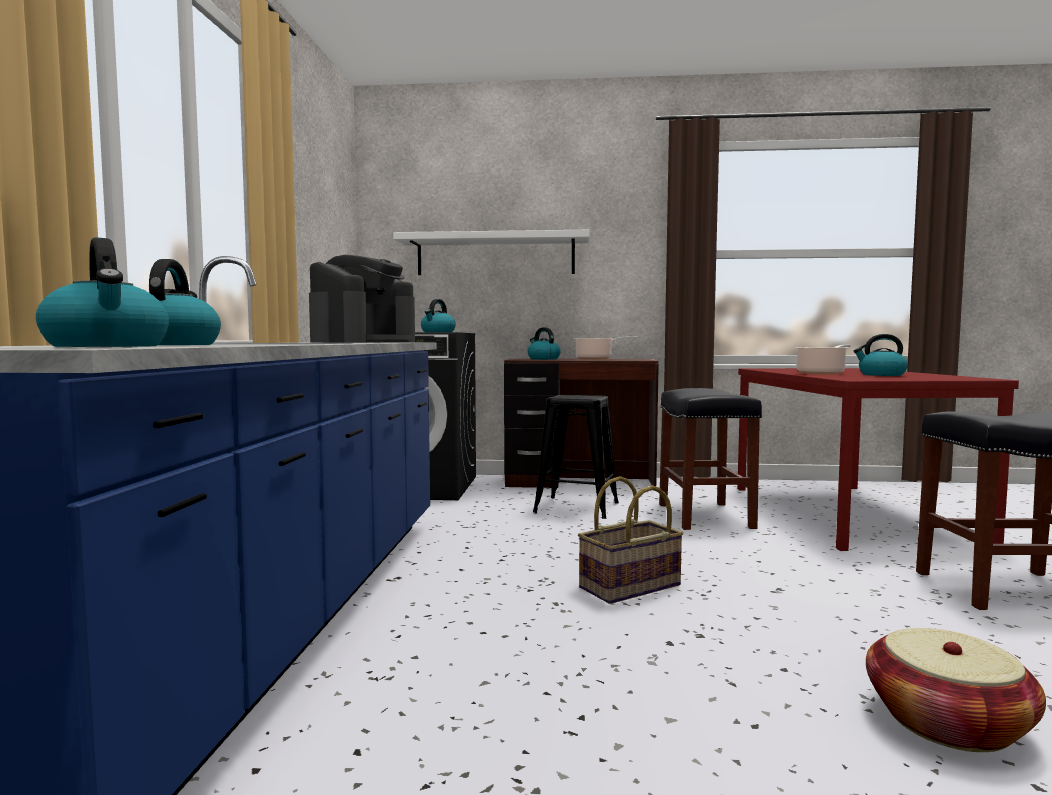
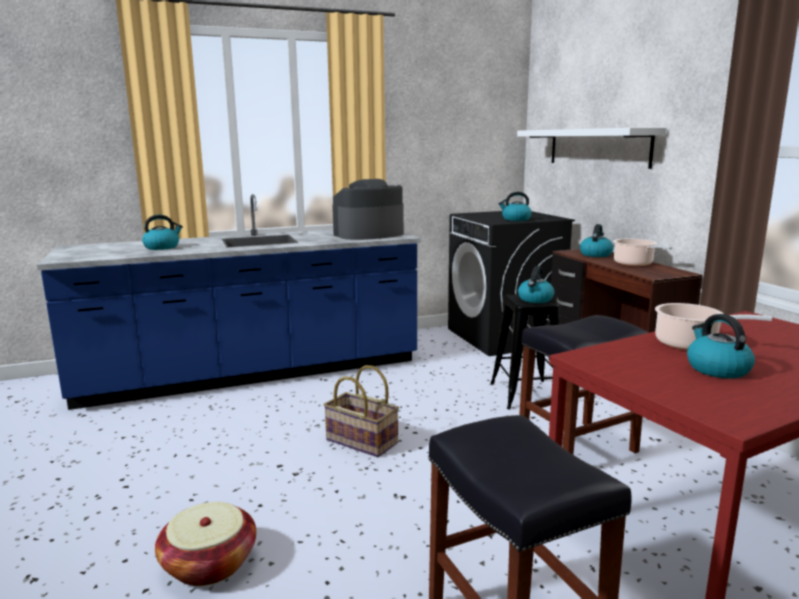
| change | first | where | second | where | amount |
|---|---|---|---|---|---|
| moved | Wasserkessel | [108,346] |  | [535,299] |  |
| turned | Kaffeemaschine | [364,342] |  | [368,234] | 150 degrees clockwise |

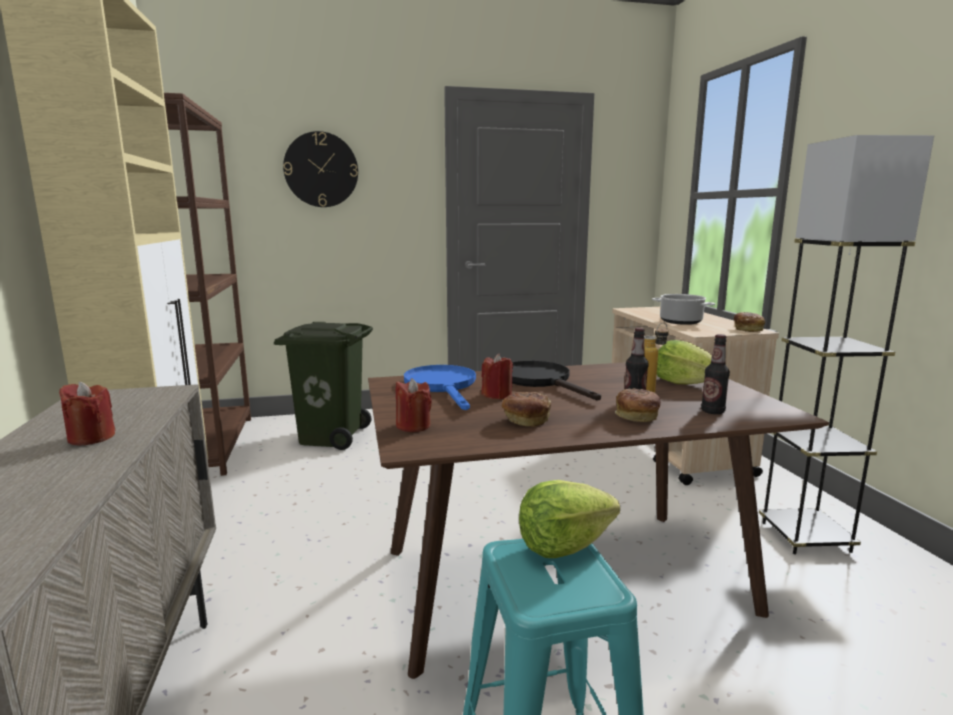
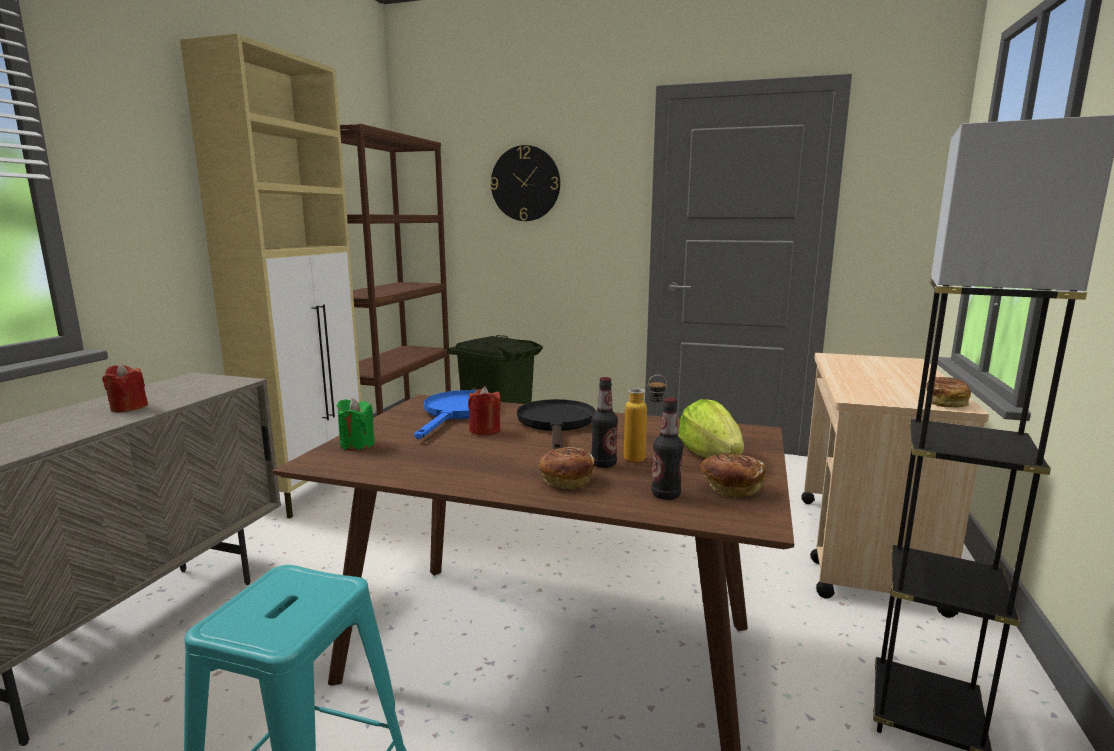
| change | first | where | second | where | amount |
|---|---|---|---|---|---|
| removed | Kochtopf | [681,322] |  |  |  |
| recoloured | Kerze [rot] | [413,426] | Kerze [grün] | [357,444] |  |
| moved | Brot | [526,420] |  | [731,488] |  |
| removed | Salatkopf | [564,545] |  |  |  |

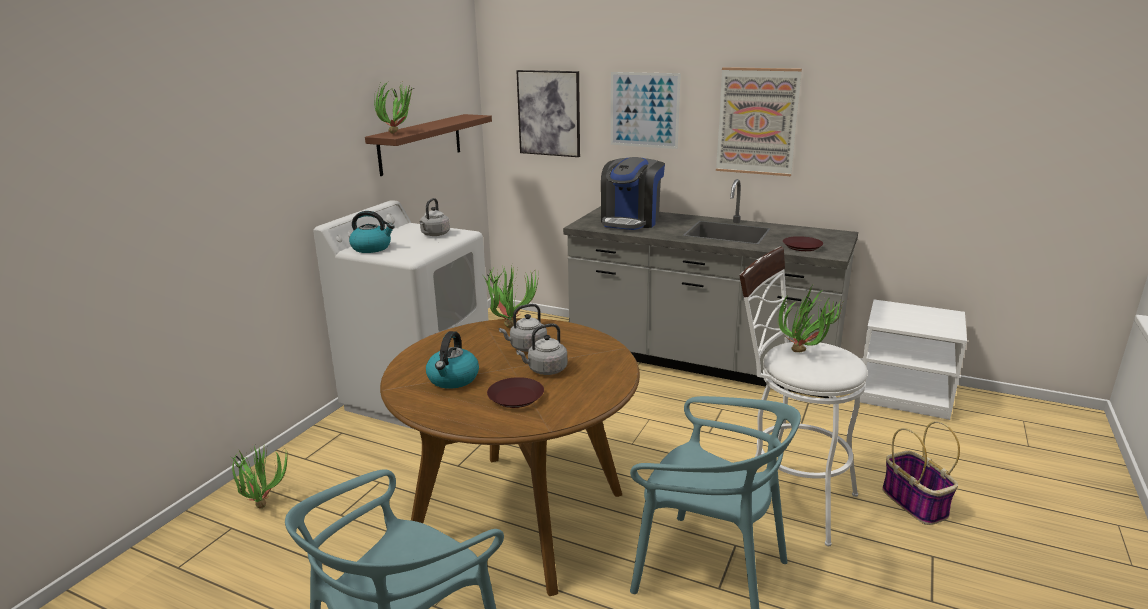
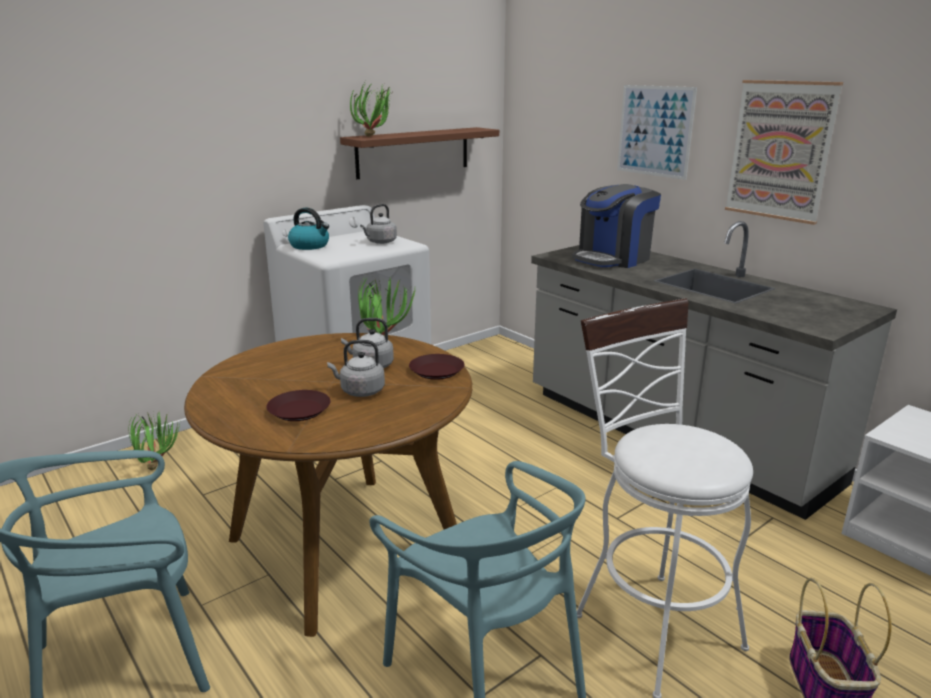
| change | first | where | second | where | amount |
|---|---|---|---|---|---|
| removed | Bild | [549,113] |  |  |  |
| moved | Teller [braun] | [802,247] |  | [436,371] |  |
| removed | Topfpflanze | [805,355] |  |  |  |
| removed | Wasserkessel | [453,379] |  |  |  |

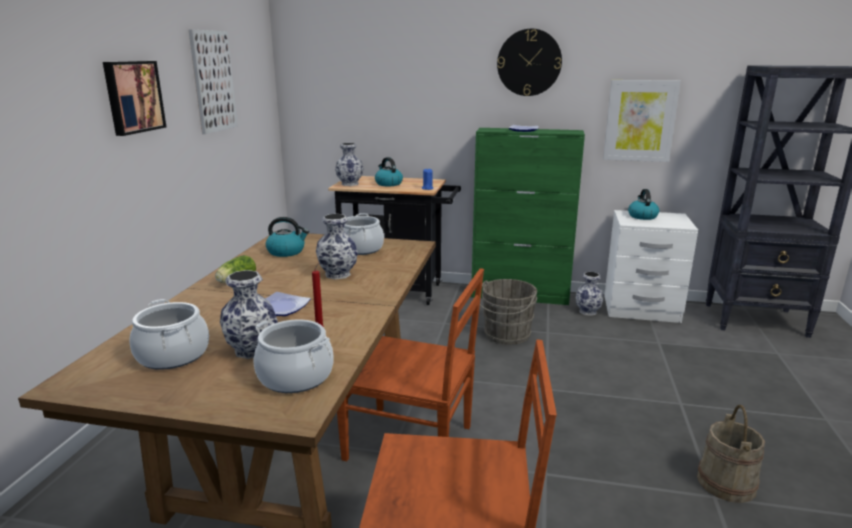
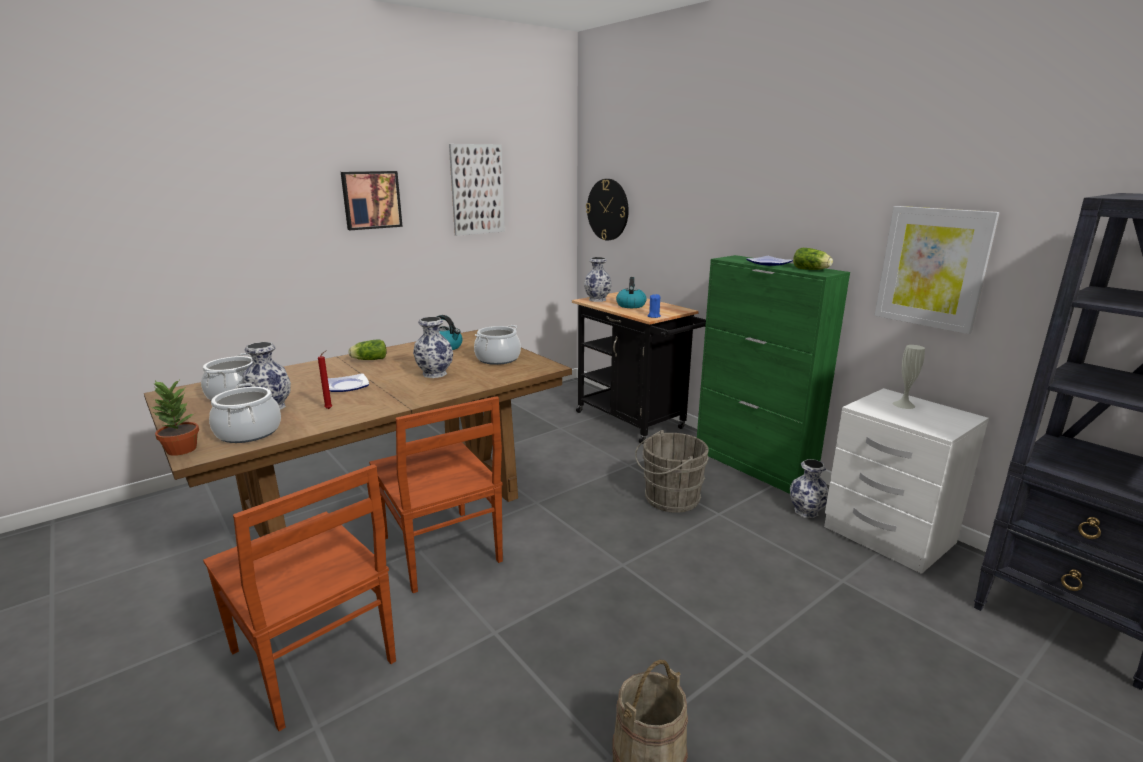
| change | first | where | second | where | amount |
|---|---|---|---|---|---|
| moved | Wanduhr | [529,62] |  | [608,209] |  |
| replaced | Wasserkessel | [642,216] | Vase [weiß] | [903,405] |  |
| added |  |  | Salatkopf | [812,270] |  |
| added |  |  | Topfpflanze | [180,449] |  |

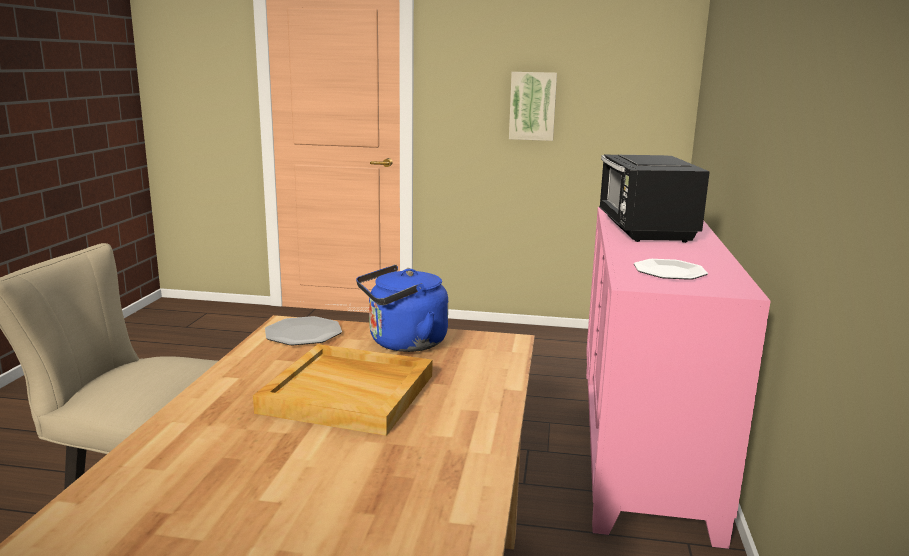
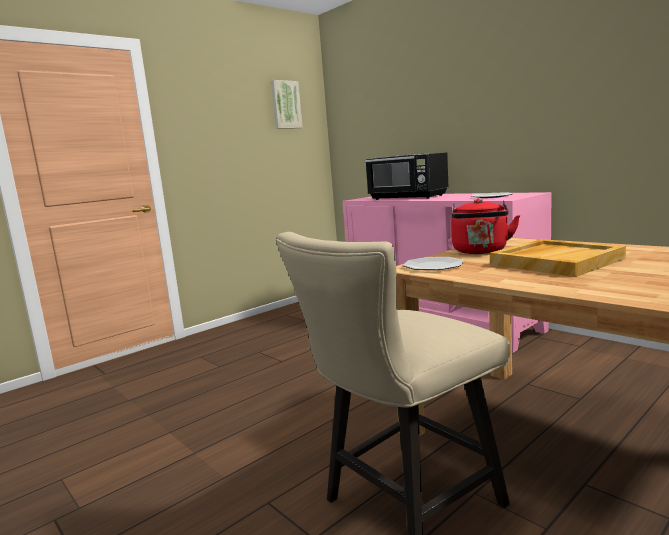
| change | first | where | second | where | amount |
|---|---|---|---|---|---|
| moved | Bild | [532,106] |  | [285,105] |  |
| recoloured | Wasserkessel [blau] | [403,343] | Wasserkessel [rot] | [480,252] |  |

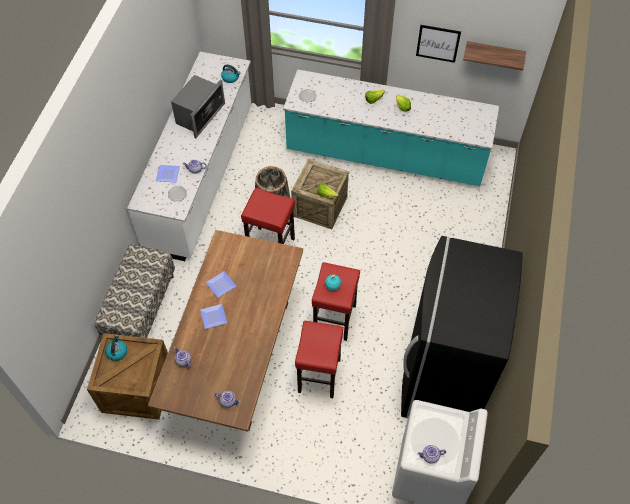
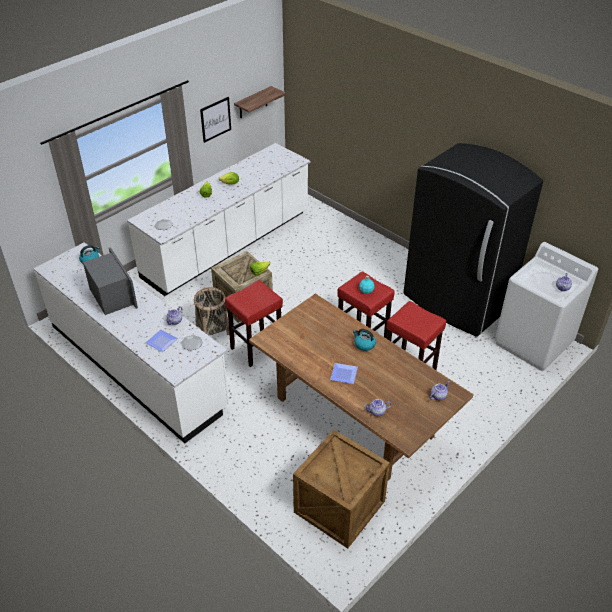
| change | first | where | second | where | amount |
|---|---|---|---|---|---|
| recoloured | Küchenzeile [türkis] | [385,155] | Küchenzeile [weiß] | [228,245] |  |
| removed | Bank | [141,308] |  |  |  |
| removed | Teller | [220,285] |  |  |  |
| moved | Wasserkessel | [117,352] |  | [364,344] |  |

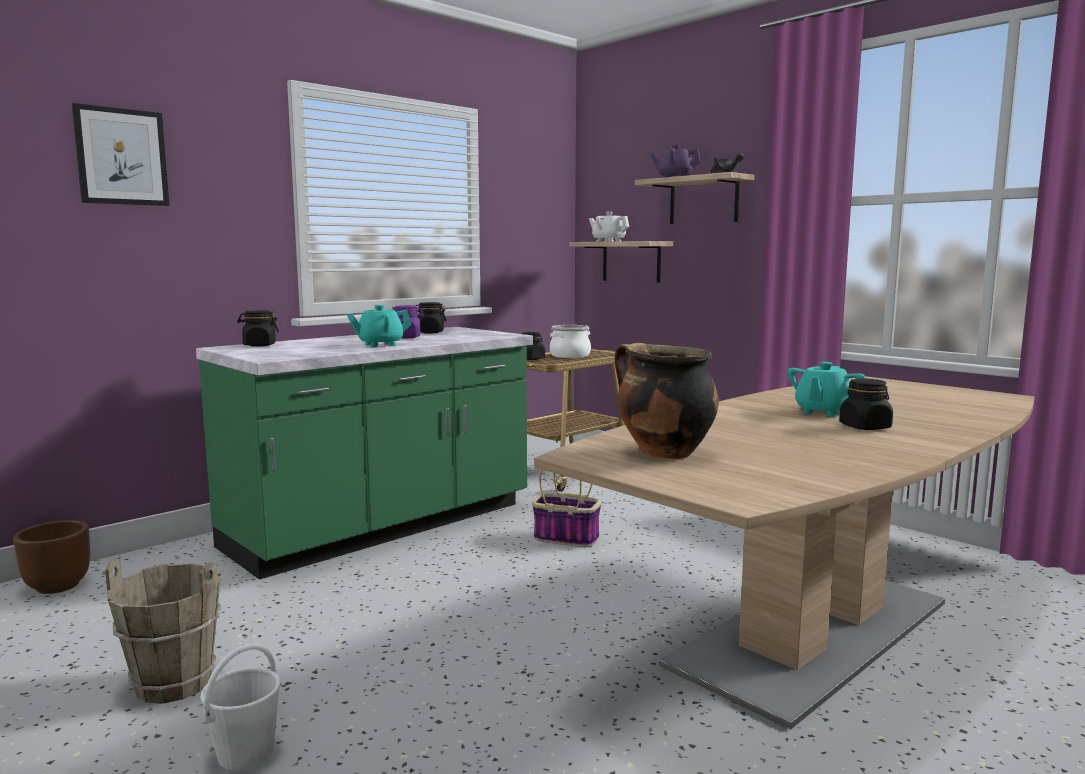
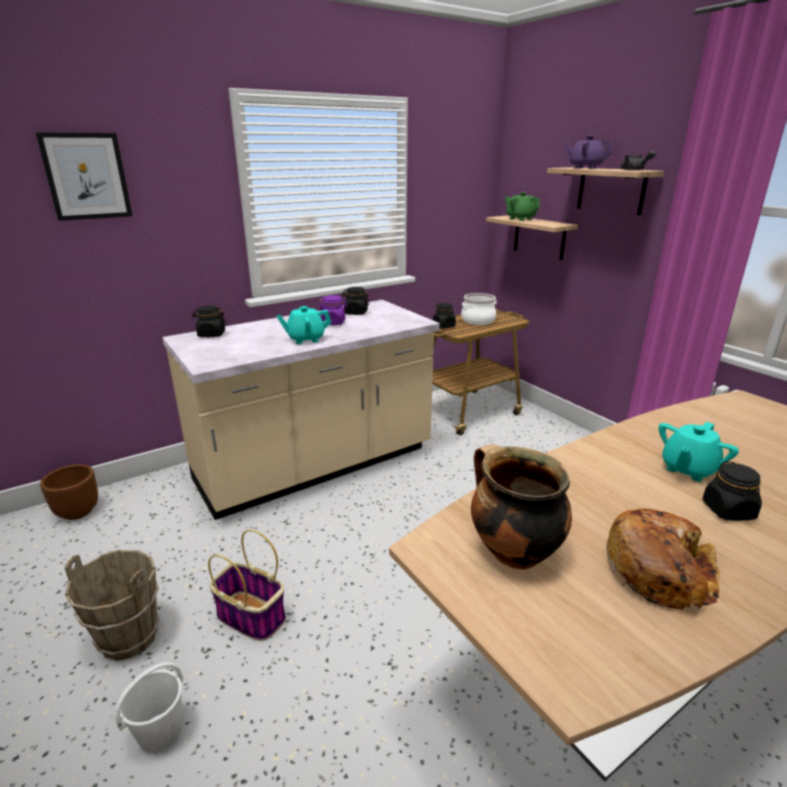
| change | first | where | second | where | amount |
|---|---|---|---|---|---|
| recoloured | Teekanne [weiß] | [608,241] | Teekanne [grün] | [520,219] |  |
| recoloured | Küchenzeile [grün] | [383,527] | Küchenzeile [beige] | [316,466] |  |
| moved | Korb | [564,538] |  | [250,616] |  |
| added |  |  | Brot | [660,570] |  |

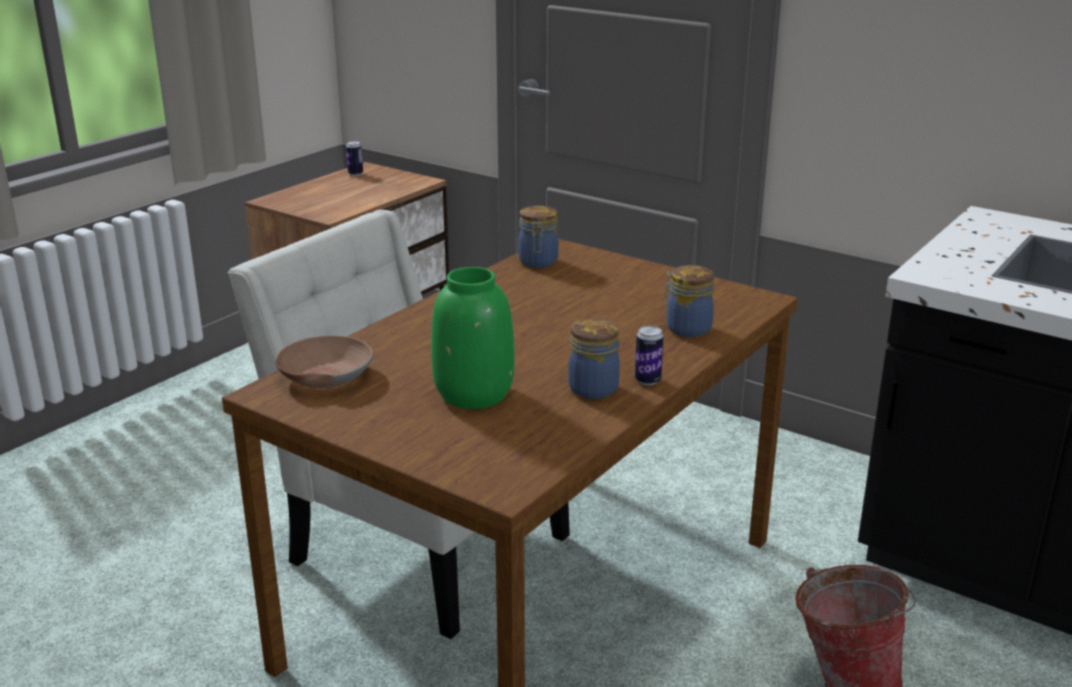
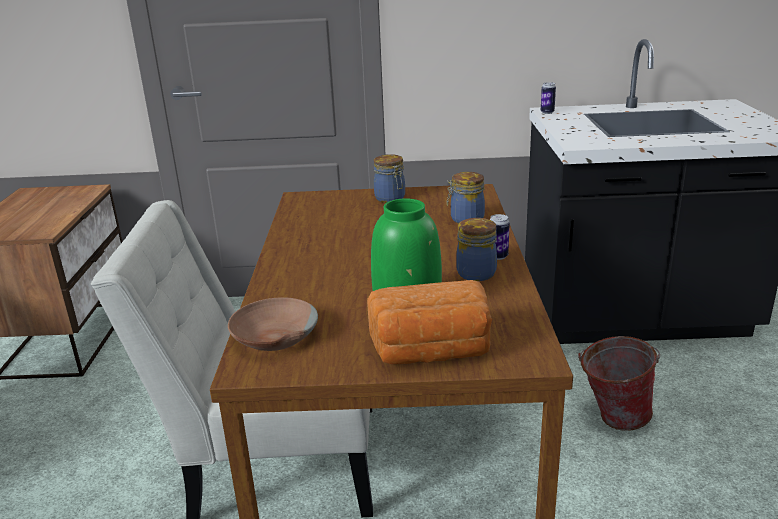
| change | first | where | second | where | amount |
|---|---|---|---|---|---|
| moved | Dose | [355,174] |  | [547,112] |  |
| moved | Vorratsglas | [538,262] |  | [390,198] |  |
| added |  |  | Brot | [432,352] |  |

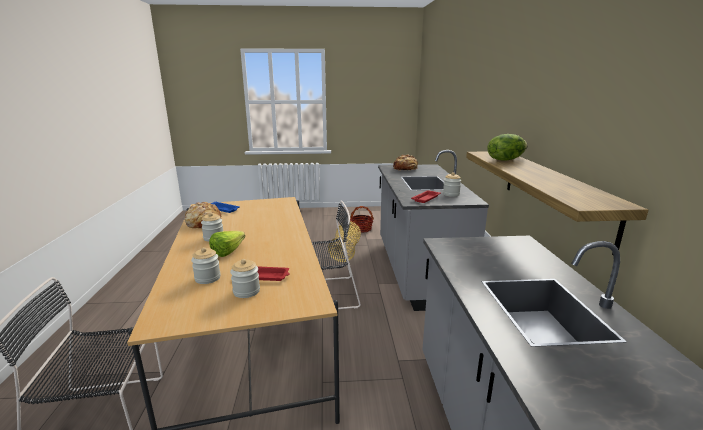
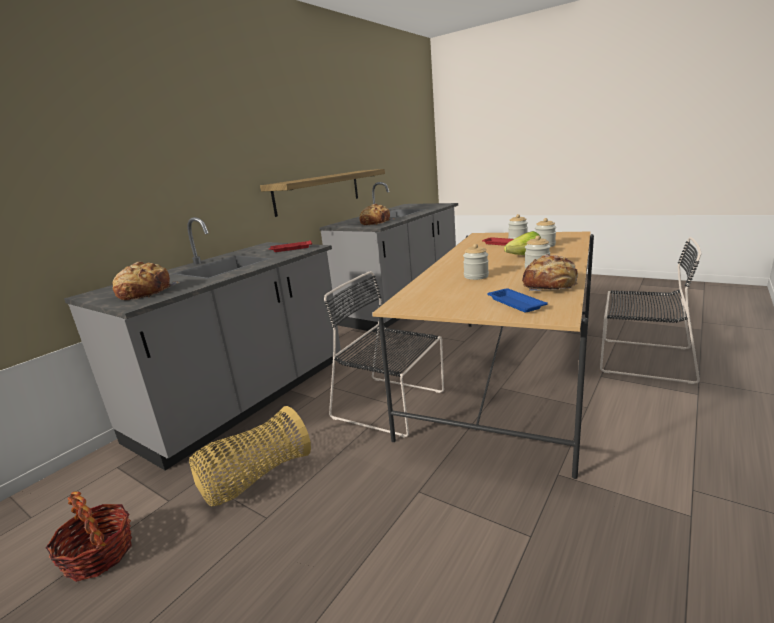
| change | first | where | second | where | amount |
|---|---|---|---|---|---|
| removed | Salatkopf | [505,159] |  |  |  |
| moved | Vorratsglas | [451,194] |  | [476,276] |  |
| added |  |  | Brot | [375,222] |  |

